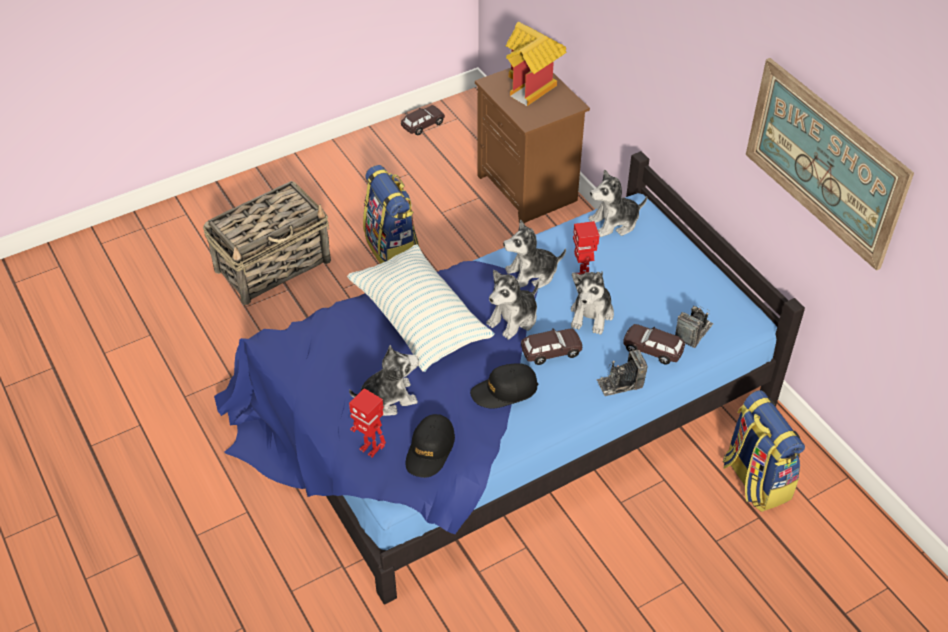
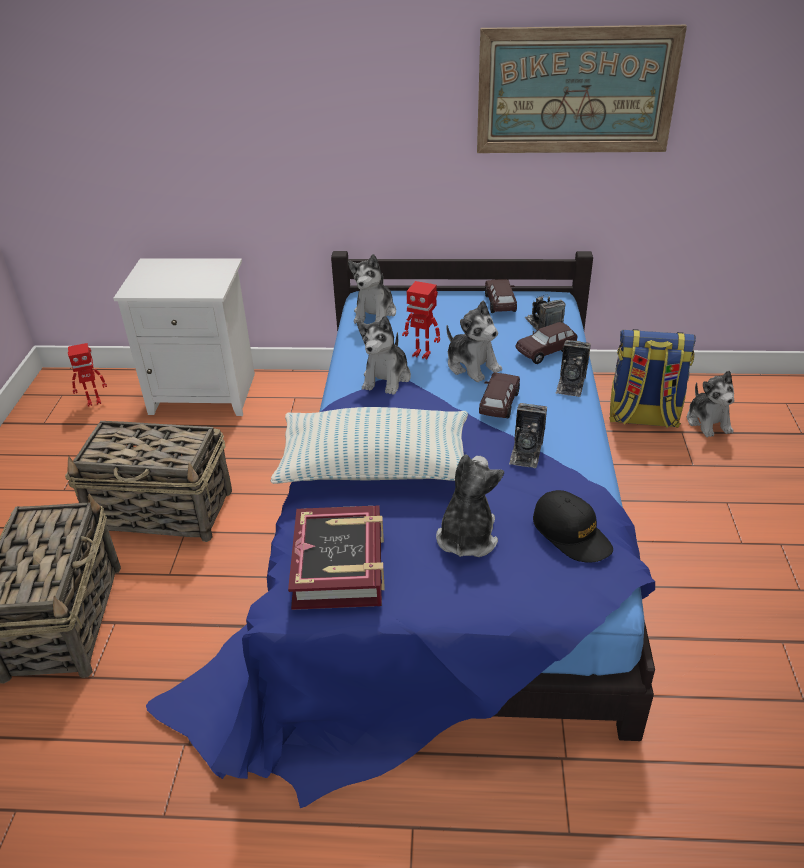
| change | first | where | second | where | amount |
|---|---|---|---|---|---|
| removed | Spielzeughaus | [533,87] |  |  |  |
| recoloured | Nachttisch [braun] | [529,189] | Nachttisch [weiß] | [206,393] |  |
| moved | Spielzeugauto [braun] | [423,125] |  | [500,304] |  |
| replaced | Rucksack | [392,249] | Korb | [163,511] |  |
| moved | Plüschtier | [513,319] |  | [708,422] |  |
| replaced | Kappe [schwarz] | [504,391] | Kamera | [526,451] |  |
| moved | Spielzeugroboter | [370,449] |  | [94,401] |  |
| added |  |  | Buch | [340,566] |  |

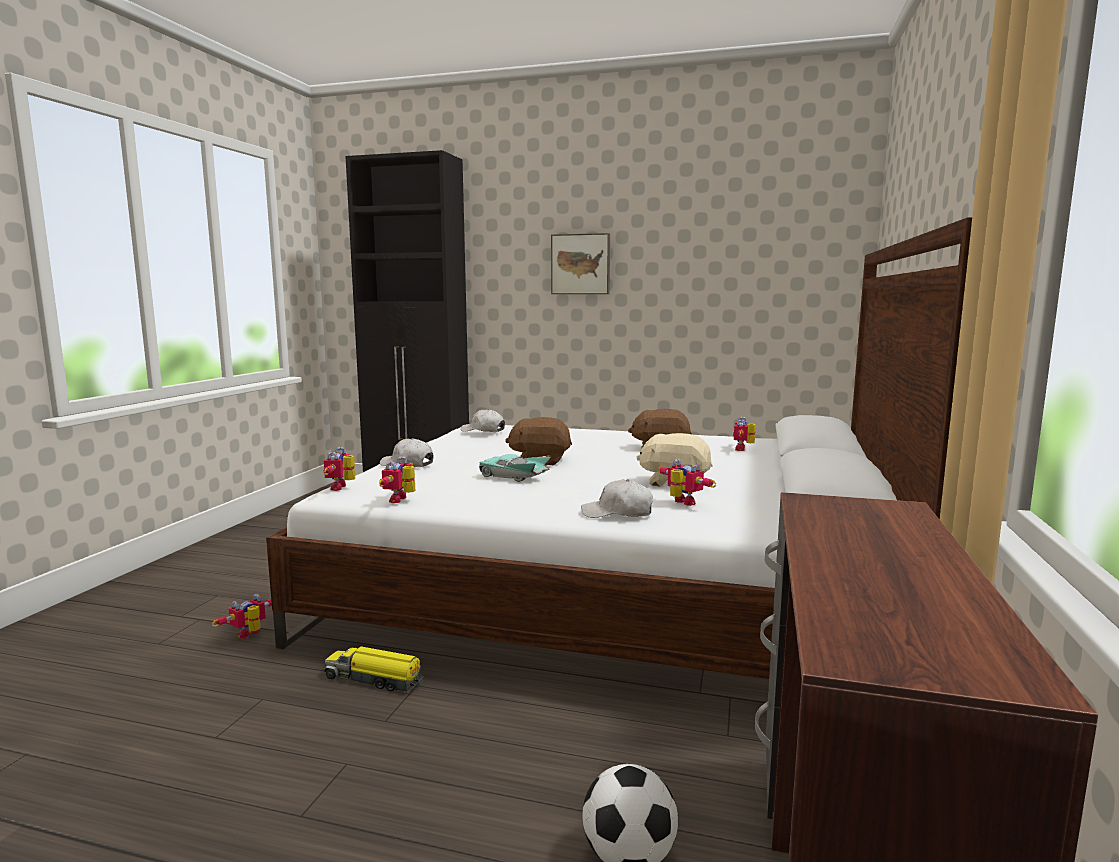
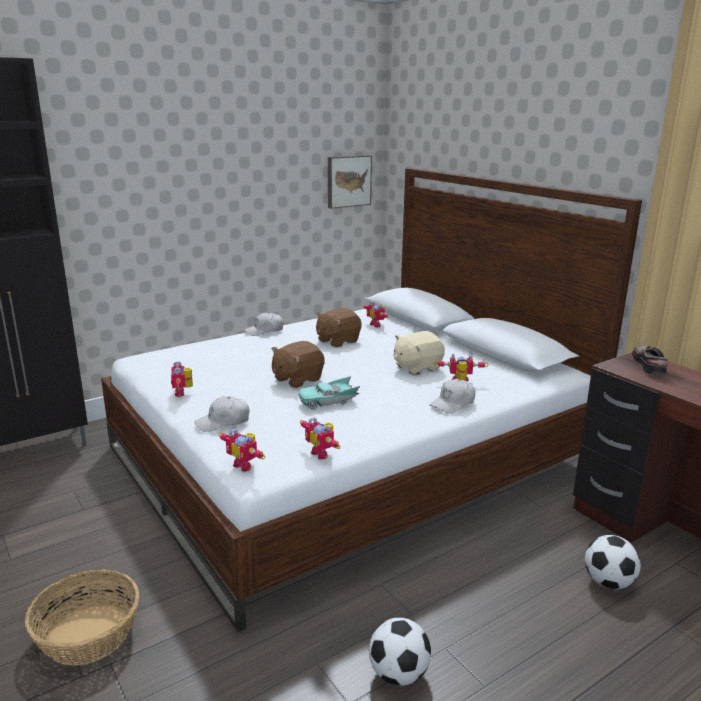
| change | first | where | second | where | amount |
|---|---|---|---|---|---|
| moved | Bild | [581,264] |  | [348,181] |  |
| moved | Kappe [weiß] | [483,430] |  | [264,331] |  |
| moved | Spielzeugroboter | [251,635] |  | [183,392] |  |
| removed | Spielzeuglaster | [375,679] |  |  |  |
| added |  |  | Schuh | [650,365] |  |
| added |  |  | Korb | [88,635] |  |
| added |  |  | Fußball | [398,674] |  |

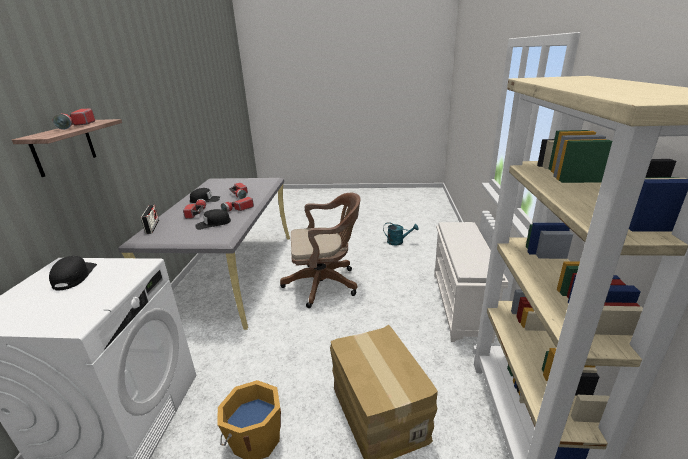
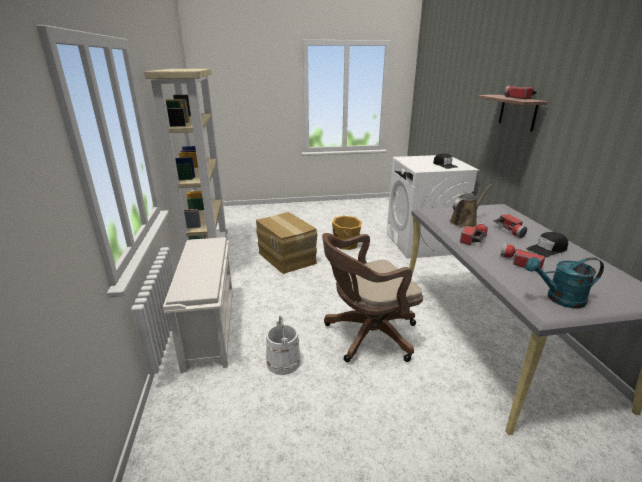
| change | first | where | second | where | amount |
|---|---|---|---|---|---|
| removed | Radio | [152,227] |  |  |  |
| replaced | Kappe [schwarz] | [213,224] | Gießkanne [braun] | [465,221] |  |
| moved | Gießkanne [türkis] | [398,242] |  | [559,299] |  |
| added |  |  | Eimer [weiß] | [283,362] |  |

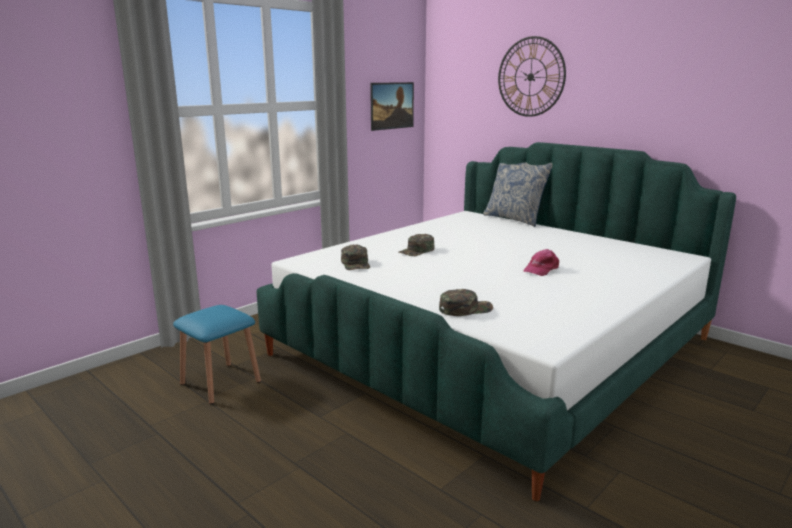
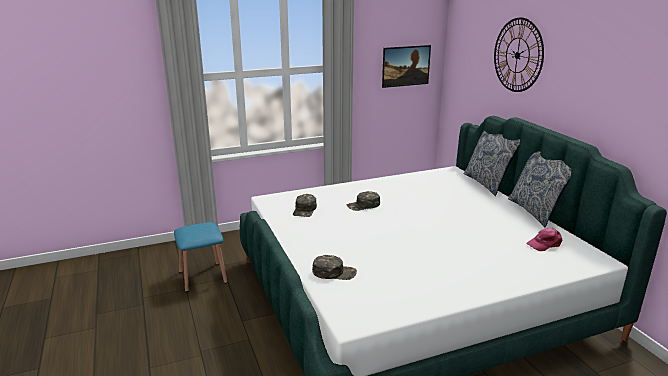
| change | first | where | second | where | amount |
|---|---|---|---|---|---|
| moved | Kappe [rosa] | [541,269] |  | [544,244] |  |
| added |  |  | Kissen | [535,211] |  |

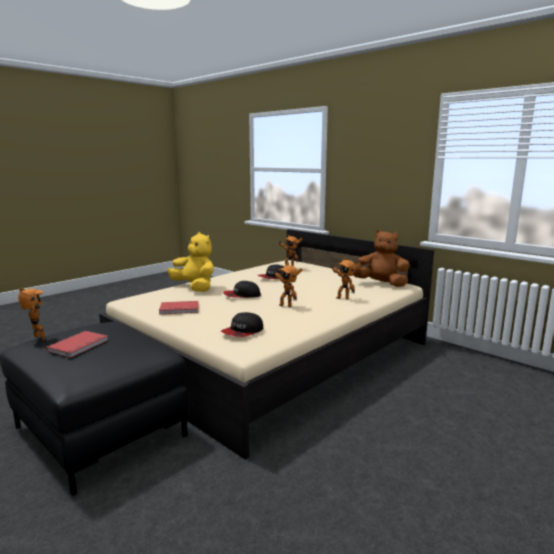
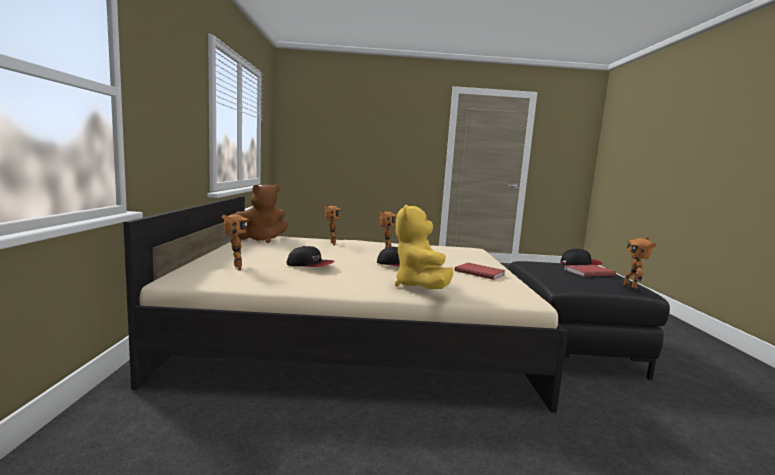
| change | first | where | second | where | amount |
|---|---|---|---|---|---|
| turned | Plüschtier [braun] | [381,284] |  | [261,239] | 105 degrees counterclockwise |
| moved | Kappe | [243,332] |  | [580,264] |  |

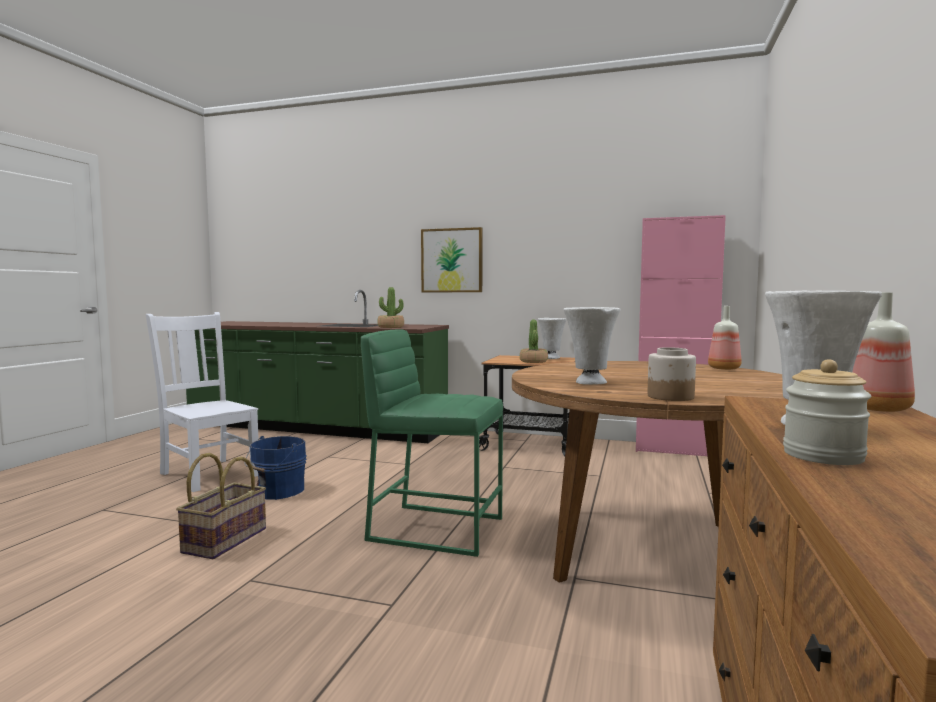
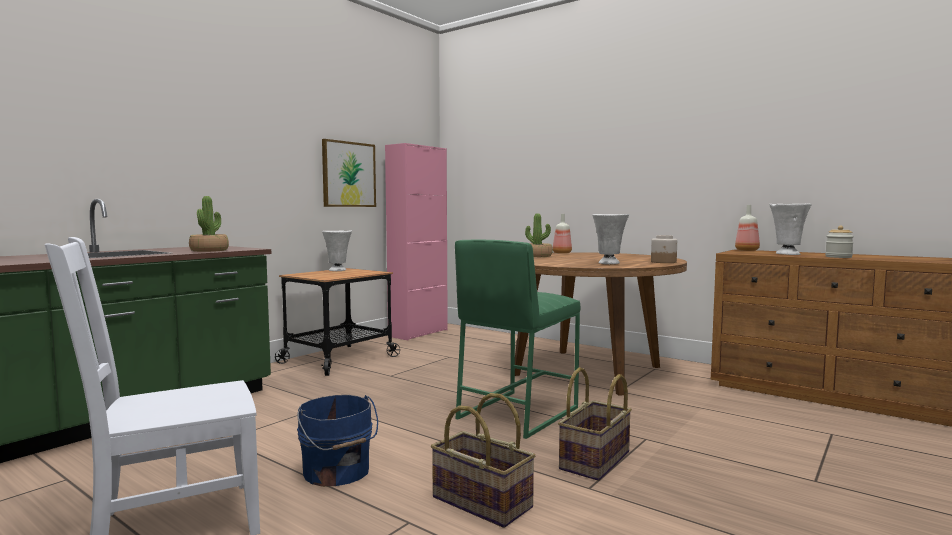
| change | first | where | second | where | amount |
|---|---|---|---|---|---|
| moved | Bild | [452,260] |  | [348,174] |  |
| moved | Topfpflanze | [533,361] |  | [538,256] |  |
| added |  |  | Korb | [596,461] |  |

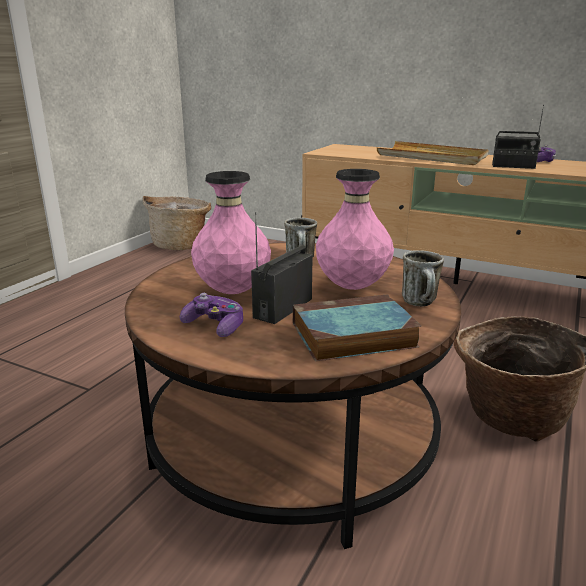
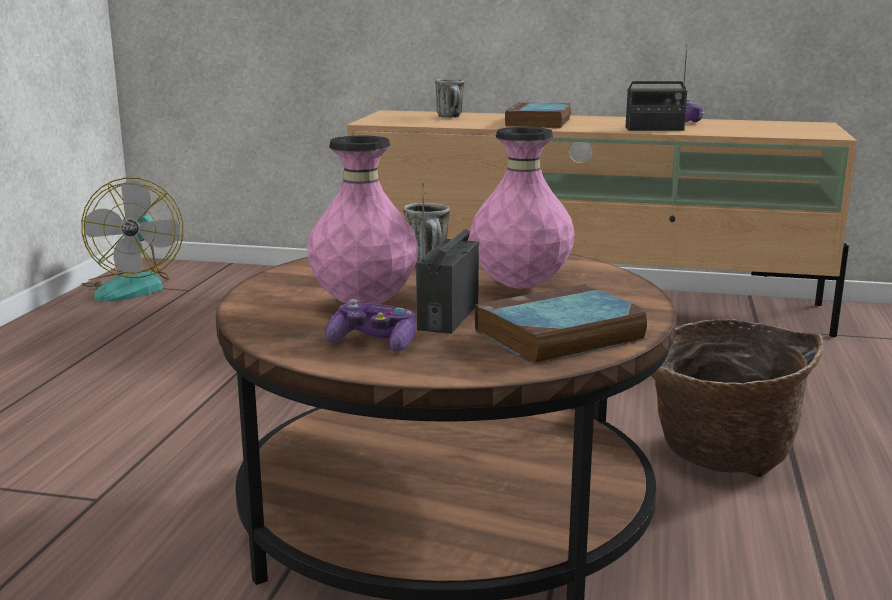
| change | first | where | second | where | amount |
|---|---|---|---|---|---|
| replaced | Tablett [beige] | [432,157] | Buch | [539,122] |  |
| replaced | Korb | [181,245] | Ventilator | [134,286] |  |
| moved | Henkelbecher | [422,304] |  | [452,117] |  |

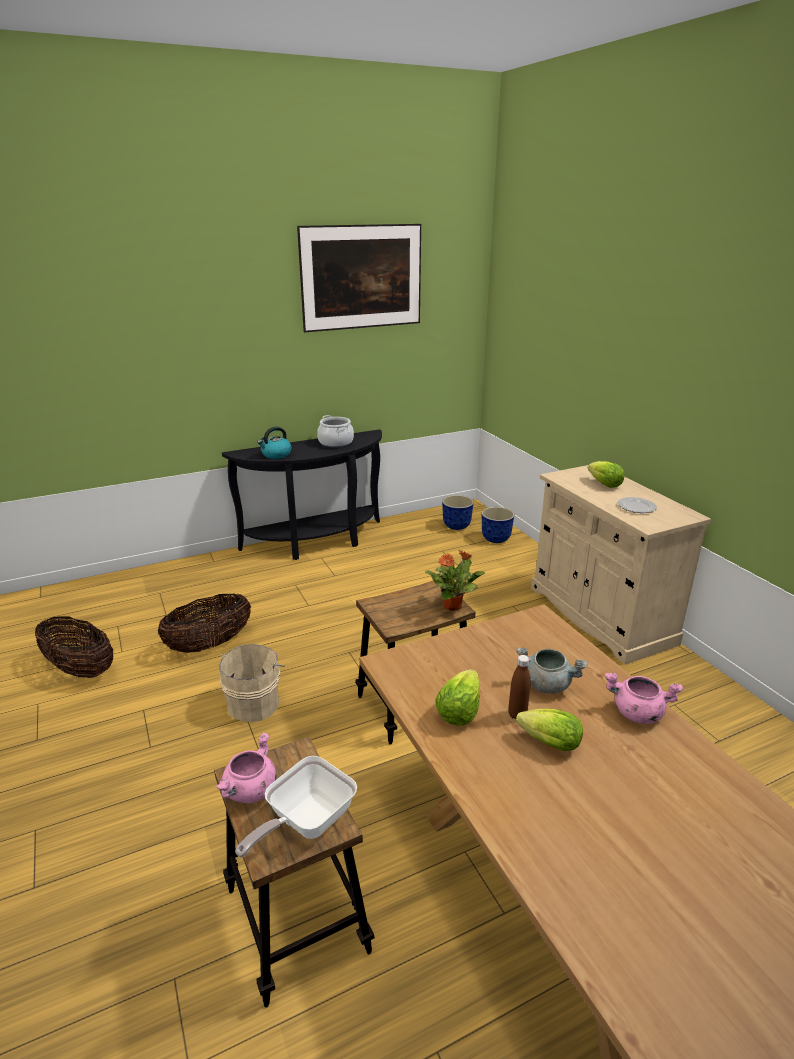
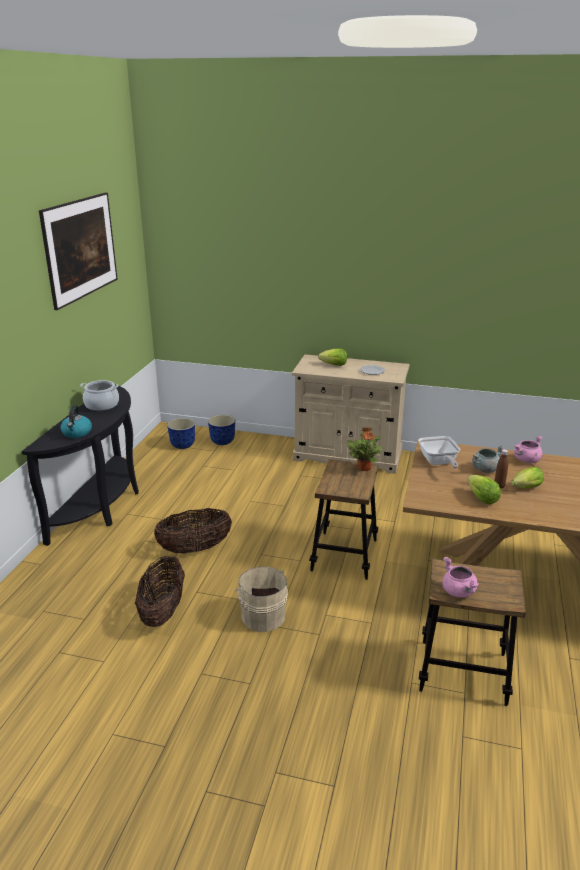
| change | first | where | second | where | amount |
|---|---|---|---|---|---|
| moved | Korb | [80,669] |  | [195,549] |  |
| moved | Pfanne | [305,822] |  | [438,463] |  |

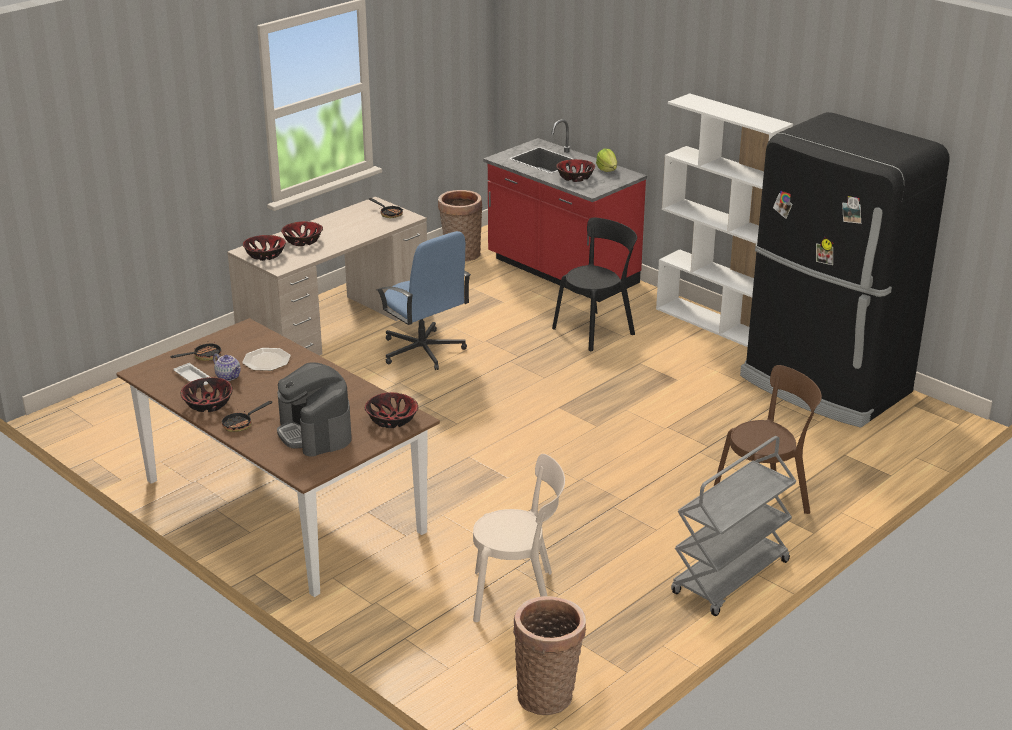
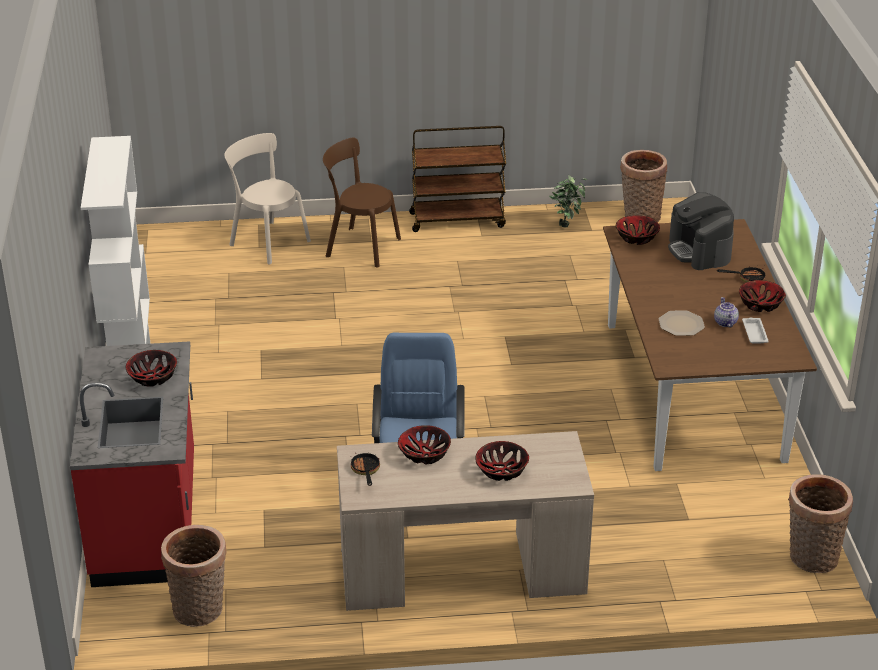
| change | first | where | second | where | amount |
|---|---|---|---|---|---|
| removed | Kühlschrank [schwarz] | [824,386] |  |  |  |
| removed | Salatkopf | [607,170] |  |  |  |
| removed | Stuhl [schwarz] | [596,330] |  |  |  |
| moved | Schüssel | [265,255] |  | [424,454] |  |
| removed | Pfanne | [203,356] |  |  |  |
| turned | Kaffeemaschine | [315,432] |  | [699,251] | 150 degrees clockwise |
| recoloured | Rollwagen [grau] | [731,578] | Rollwagen [braun] | [458,220] |  |
| moved | Stuhl [beige] | [519,596] |  | [267,241] |  |
| added |  |  | Topfpflanze | [567,223] |  |
| added |  |  | Korb | [810,559] |  |

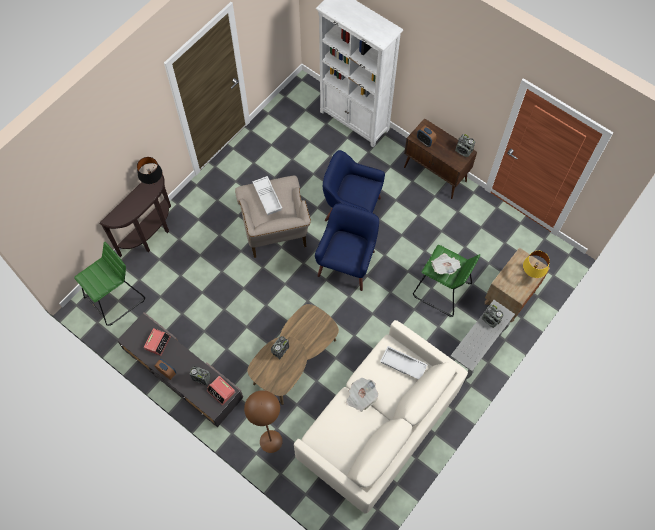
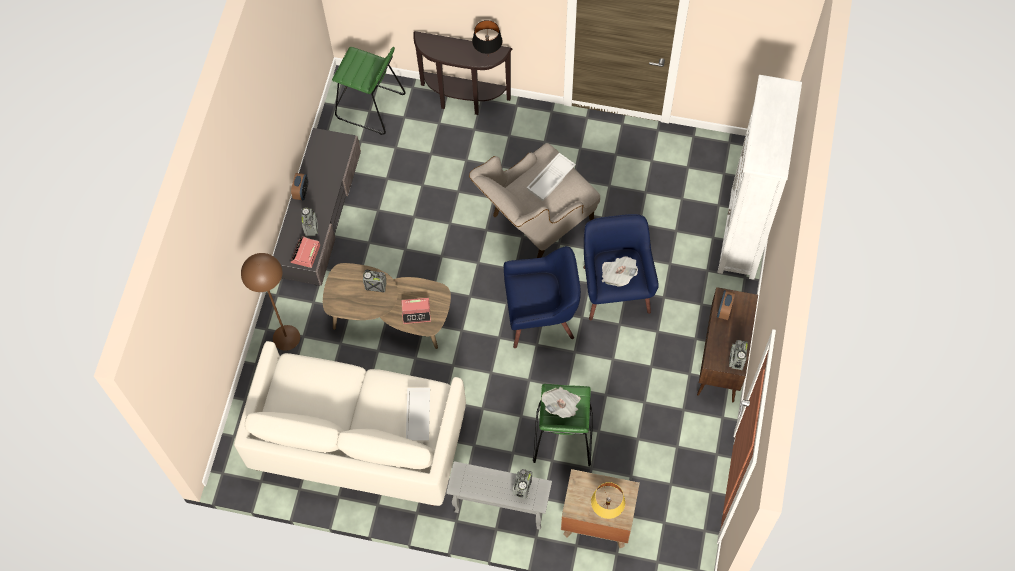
| change | first | where | second | where | amount |
|---|---|---|---|---|---|
| moved | Wecker | [157,343] |  | [416,312] |  |
| moved | Zeitung | [361,397] |  | [617,275] |  |

